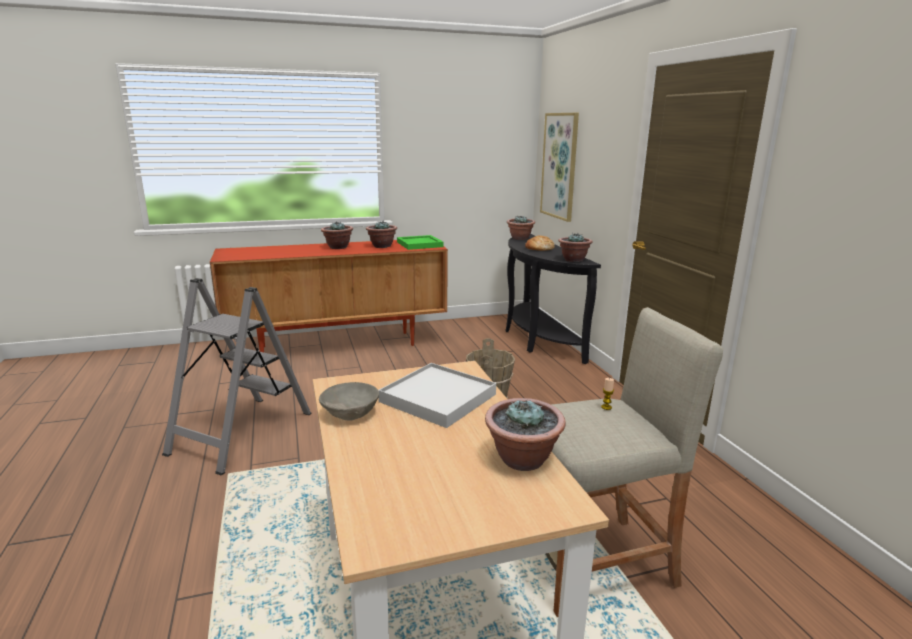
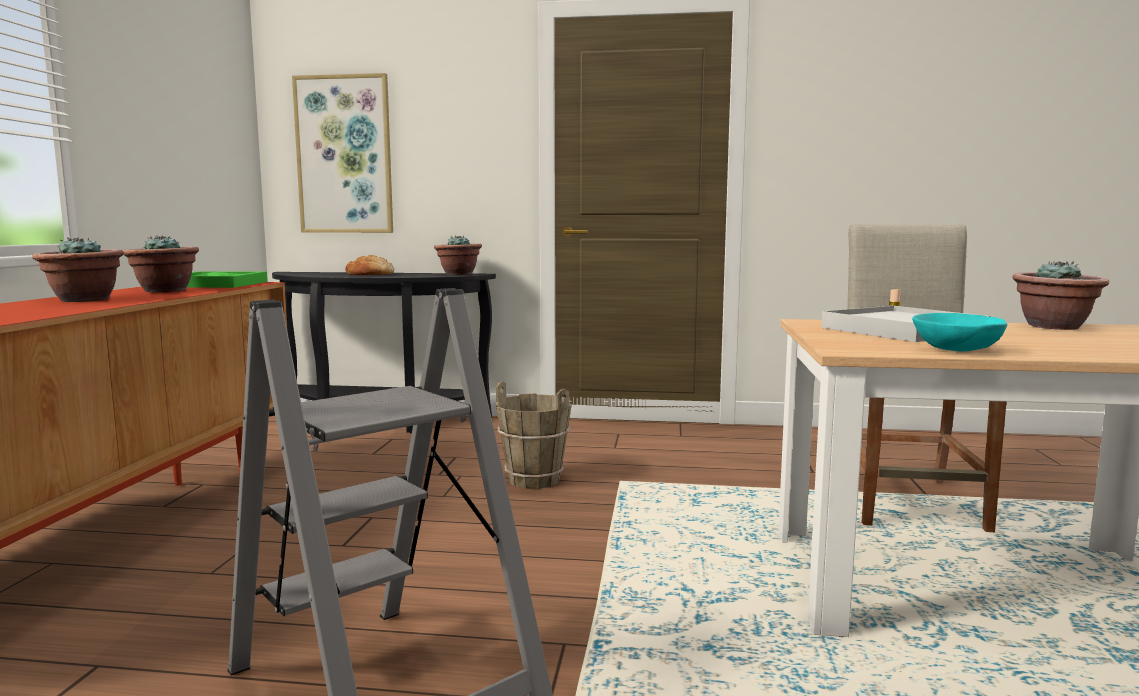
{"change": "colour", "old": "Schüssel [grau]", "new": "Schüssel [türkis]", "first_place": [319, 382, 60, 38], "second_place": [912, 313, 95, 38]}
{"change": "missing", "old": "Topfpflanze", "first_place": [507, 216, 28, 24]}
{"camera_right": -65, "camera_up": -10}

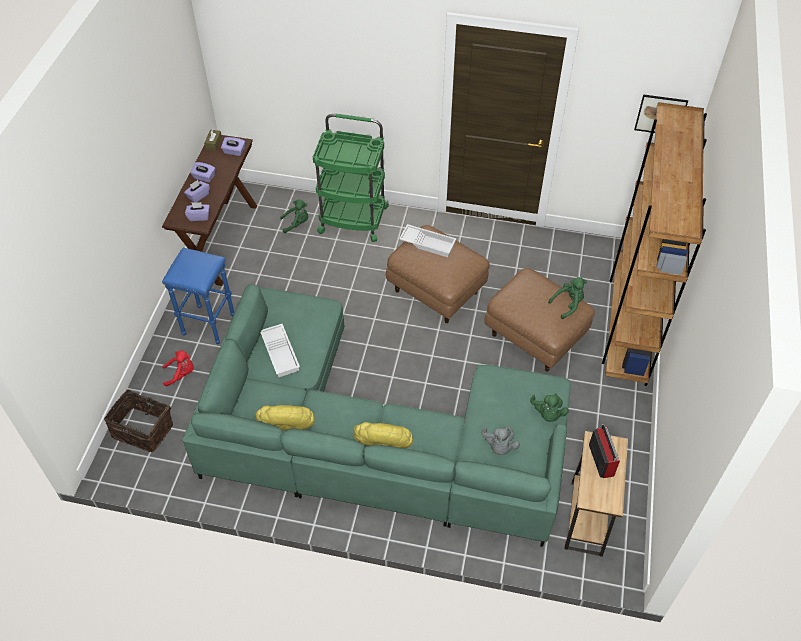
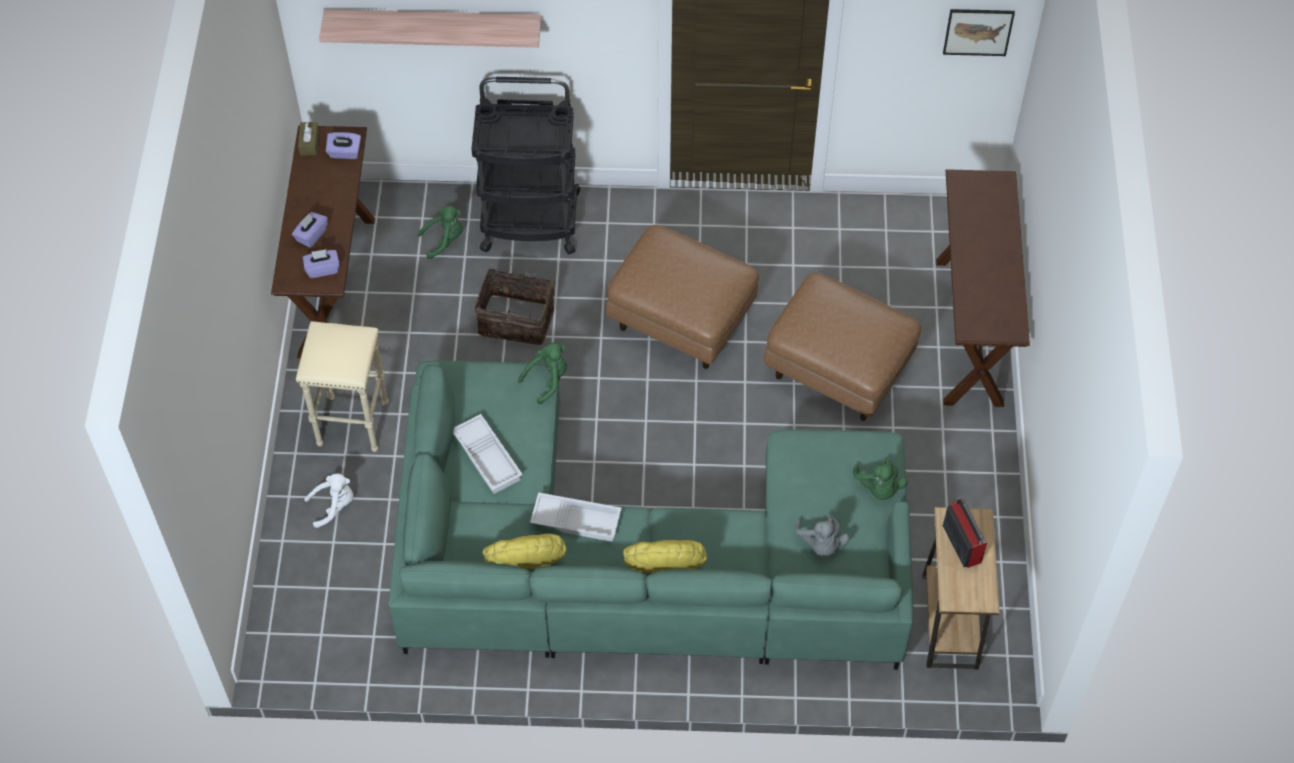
{"change": "colour", "old": "Hocker [blau]", "new": "Hocker [beige]", "first_place": [162, 248, 73, 96], "second_place": [296, 321, 93, 131]}
{"change": "colour", "old": "Plüschtier [rot]", "new": "Plüschtier [weiß]", "first_place": [162, 350, 32, 36], "second_place": [304, 473, 49, 55]}
{"change": "appeared", "new": "Wandregal", "second_place": [319, 9, 222, 39]}
{"change": "colour", "old": "Rollwagen [grün]", "new": "Rollwagen [schwarz]", "first_place": [313, 114, 76, 128], "second_place": [472, 77, 108, 178]}
{"change": "relocated", "old": "Korb", "first_place": [104, 387, 69, 65], "second_place": [475, 268, 80, 77]}
{"change": "relocated", "old": "Plüschtier [grün]", "first_place": [548, 277, 39, 42], "second_place": [518, 343, 49, 61]}
{"change": "relocated", "old": "Tablett [weiß]", "first_place": [399, 224, 57, 33], "second_place": [530, 492, 92, 50]}
{"change": "exchanged", "old": "Bücherregal [braun]", "new": "Konsolentisch [braun]", "first_place": [602, 102, 105, 284], "second_place": [936, 169, 94, 238]}
{"change": "missing", "old": "Taschentuchbox [lila]", "first_place": [190, 162, 25, 20]}
{"camera_right": -10, "camera_up": 5}

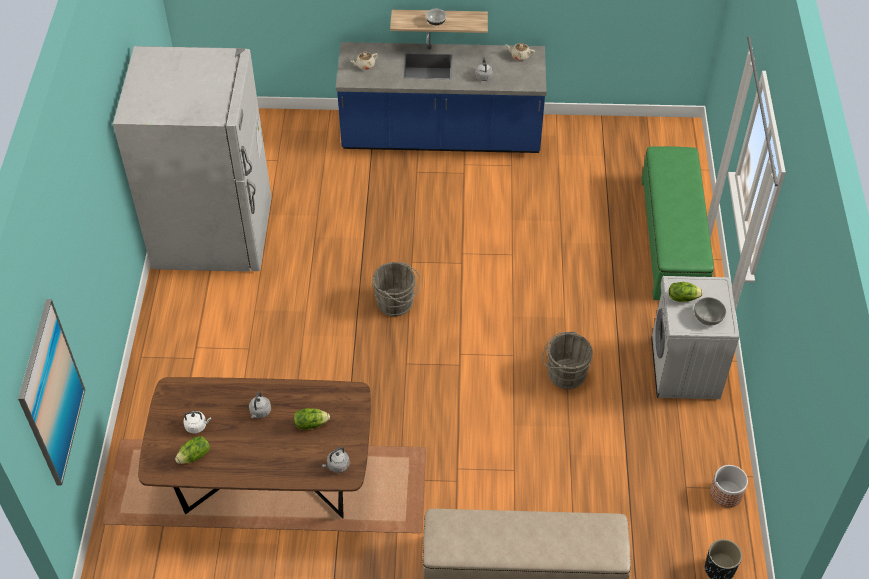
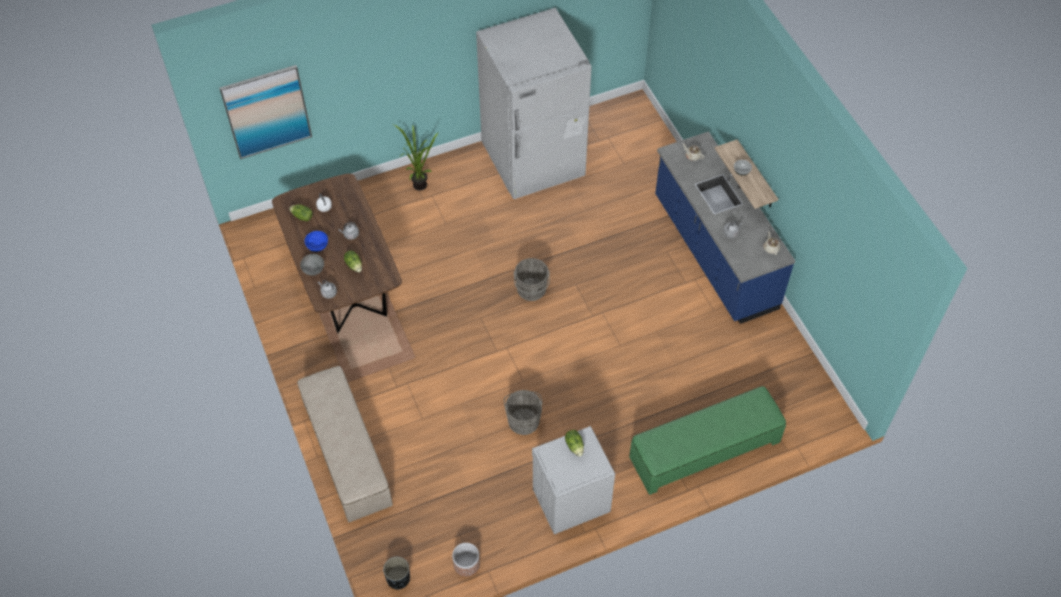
{"change": "relocated", "old": "Schüssel [grau]", "first_place": [694, 297, 32, 28], "second_place": [300, 254, 24, 22]}
{"change": "appeared", "new": "Schüssel [blau]", "second_place": [305, 231, 23, 21]}
{"change": "appeared", "new": "Topfpflanze", "second_place": [394, 125, 45, 66]}
{"camera_right": 65, "camera_up": 5}

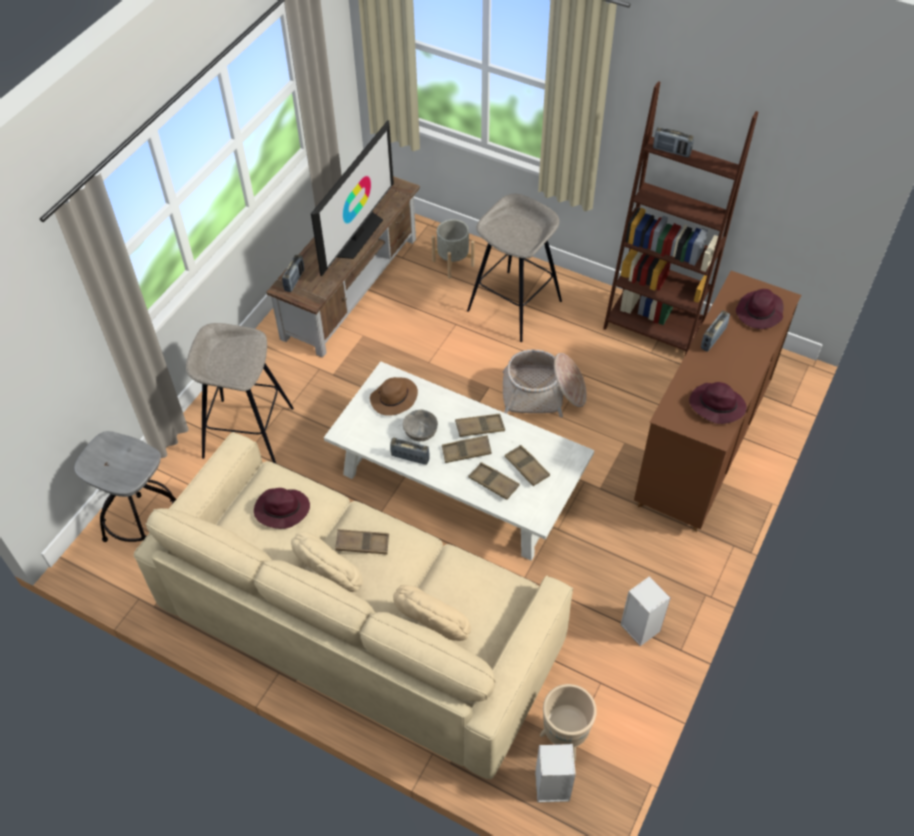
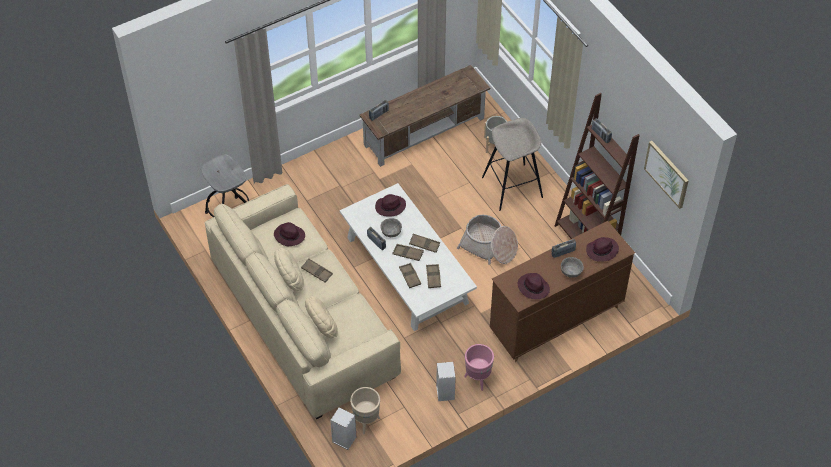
{"change": "colour", "old": "Hut [braun]", "new": "Hut [lila]", "first_place": [370, 377, 48, 39], "second_place": [375, 194, 31, 23]}
{"change": "appeared", "new": "Pflanzkübel [rosa]", "second_place": [464, 344, 30, 47]}
{"change": "appeared", "new": "Schüssel [grau]", "second_place": [561, 257, 23, 21]}
{"change": "appeared", "new": "Bild", "second_place": [644, 141, 45, 68]}
{"change": "missing", "old": "Hocker [grau]", "first_place": [186, 323, 108, 141]}
{"change": "missing", "old": "Fernseher", "first_place": [311, 120, 83, 156]}
{"camera_right": 30, "camera_up": 0}

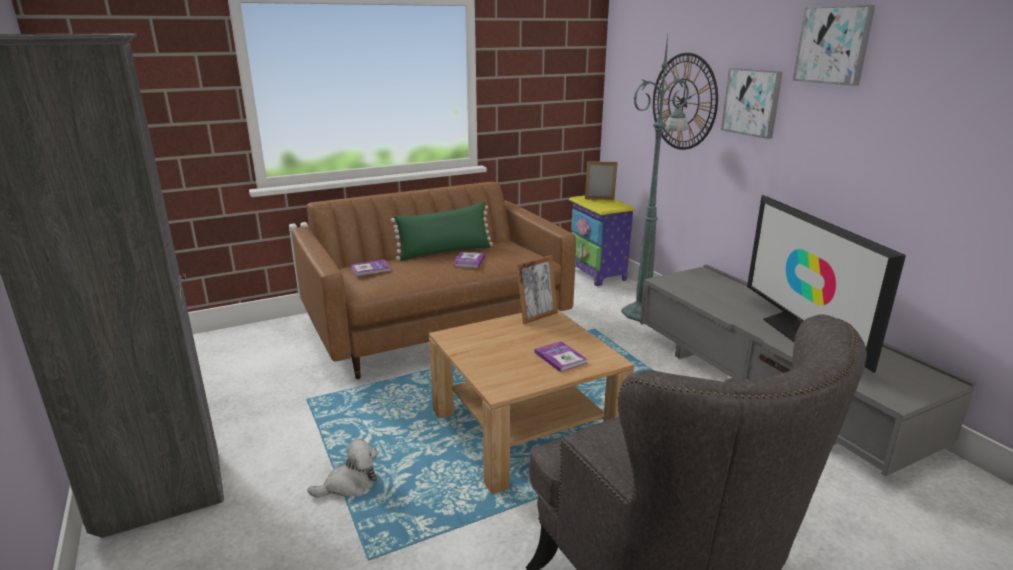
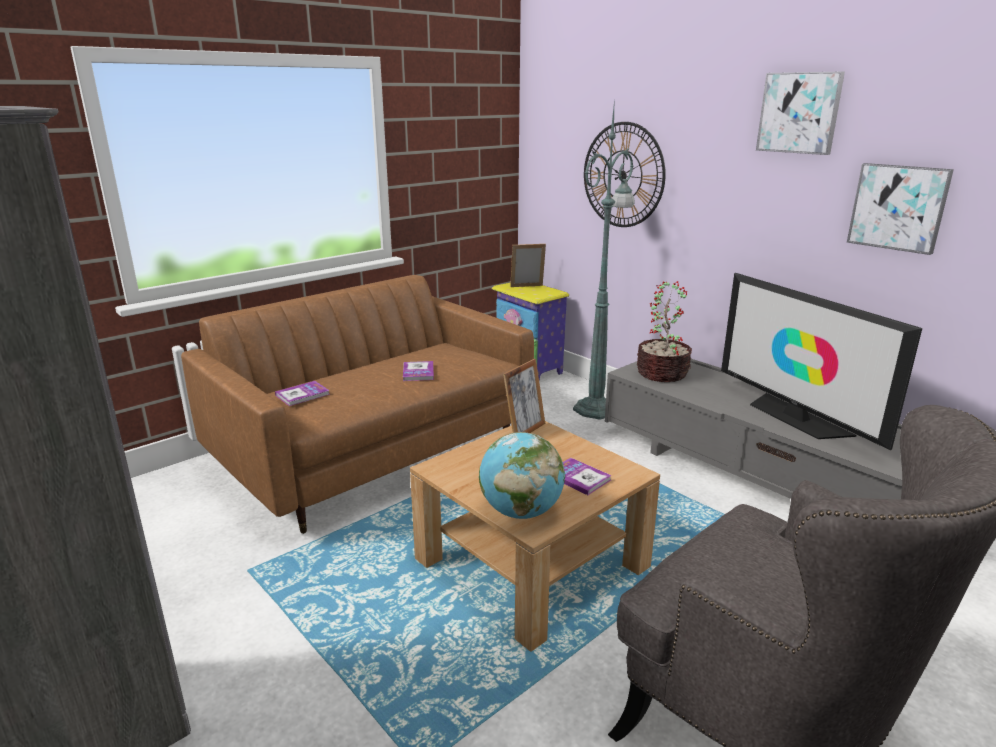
{"change": "appeared", "new": "Globus", "second_place": [479, 432, 86, 87]}
{"change": "appeared", "new": "Topfpflanze", "second_place": [637, 281, 55, 101]}
{"change": "relocated", "old": "Bild", "first_place": [721, 68, 62, 71], "second_place": [847, 163, 107, 92]}
{"change": "missing", "old": "Plüschtier", "first_place": [307, 438, 71, 59]}
{"change": "missing", "old": "Kissen [grün]", "first_place": [391, 202, 102, 59]}
{"camera_right": -15, "camera_up": 0}

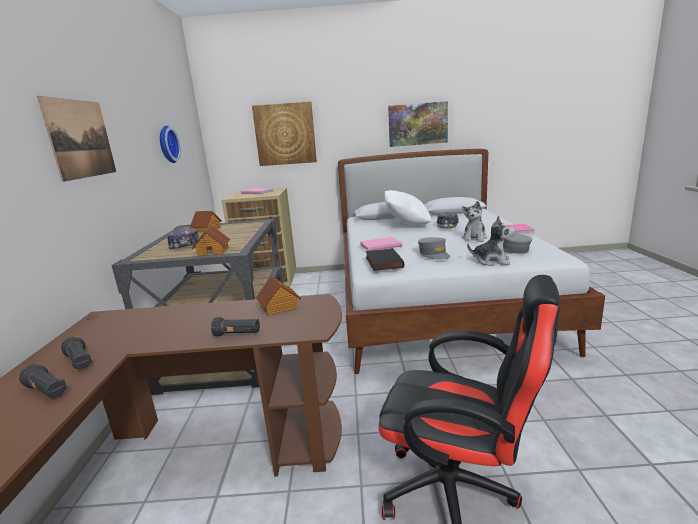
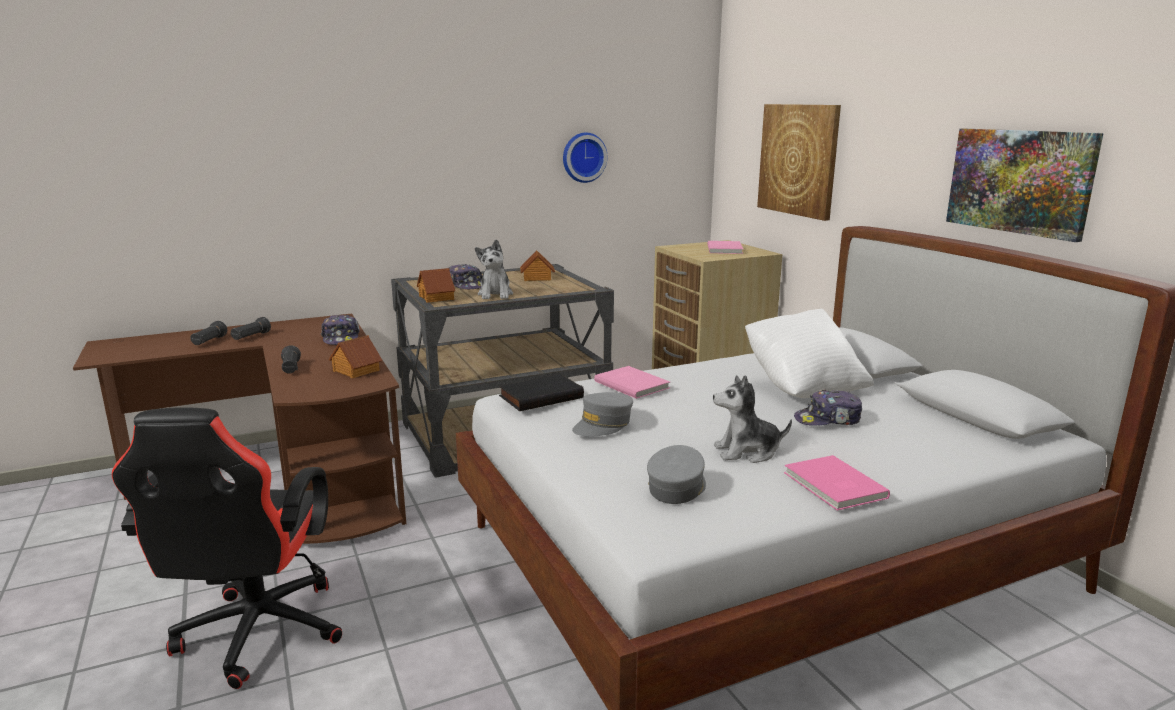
{"change": "appeared", "new": "Kappe", "second_place": [321, 315, 39, 30]}
{"change": "relocated", "old": "Plüschtier", "first_place": [467, 216, 49, 50], "second_place": [475, 239, 38, 60]}
{"change": "missing", "old": "Bild", "first_place": [37, 96, 79, 86]}
{"camera_right": 65, "camera_up": 0}

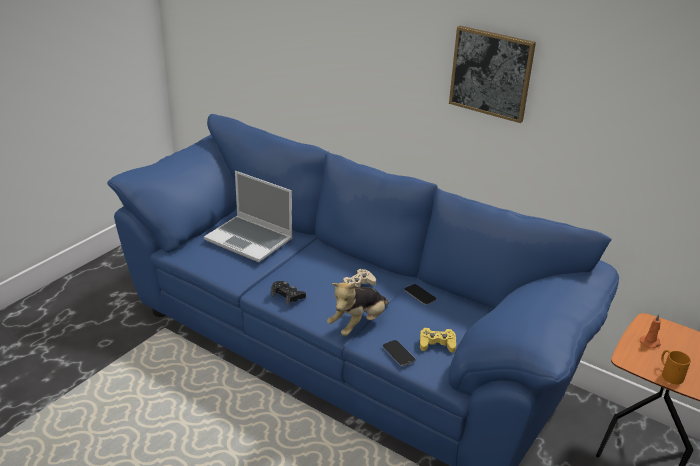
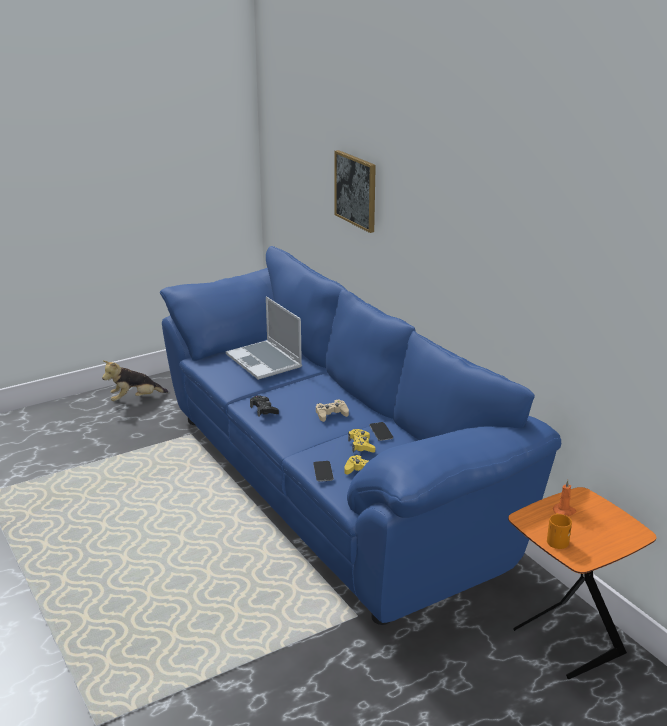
{"change": "relocated", "old": "Plüschtier", "first_place": [327, 283, 62, 53], "second_place": [102, 360, 66, 41]}
{"change": "relocated", "old": "Bild", "first_place": [449, 26, 87, 97], "second_place": [335, 150, 41, 83]}
{"change": "appeared", "new": "Gamepad [gelb]", "second_place": [348, 429, 27, 24]}
{"camera_right": 25, "camera_up": -5}

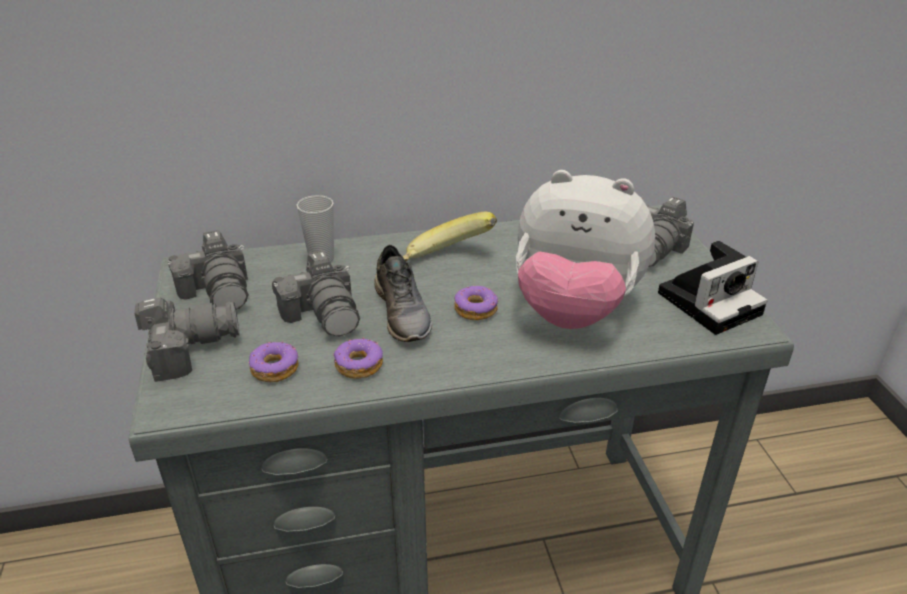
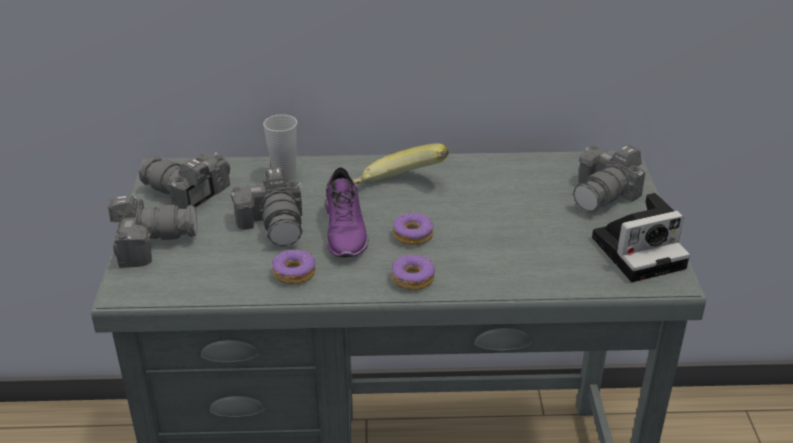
{"change": "spun", "old": "Kamera", "first_place": [168, 230, 81, 80], "second_place": [139, 152, 91, 57], "degrees": 135}
{"change": "colour", "old": "Schuh [grau]", "new": "Schuh [lila]", "first_place": [374, 245, 58, 97], "second_place": [325, 167, 43, 90]}
{"change": "relocated", "old": "Donut", "first_place": [248, 341, 50, 41], "second_place": [391, 254, 44, 36]}
{"change": "missing", "old": "Plüschtier", "first_place": [516, 170, 139, 159]}
{"camera_right": 10, "camera_up": 0}

